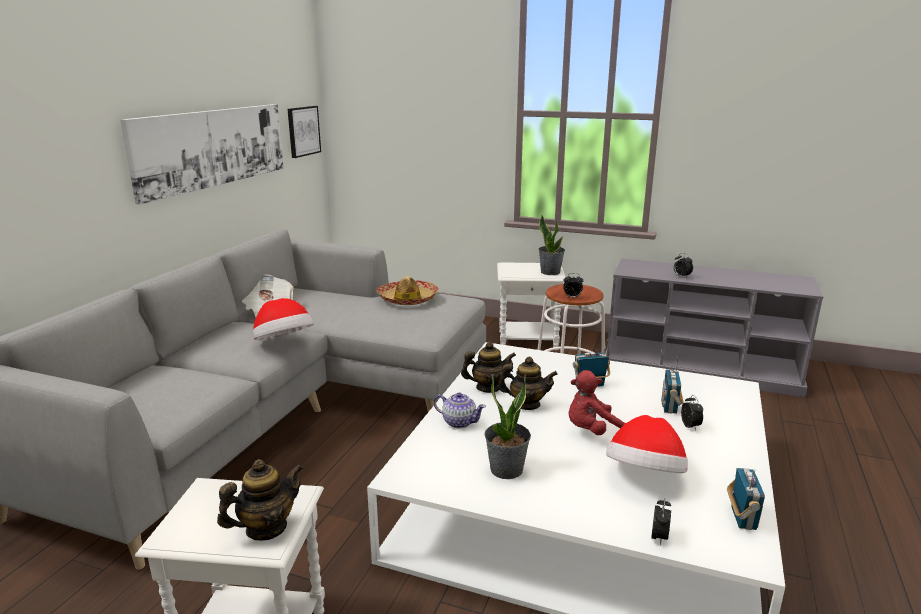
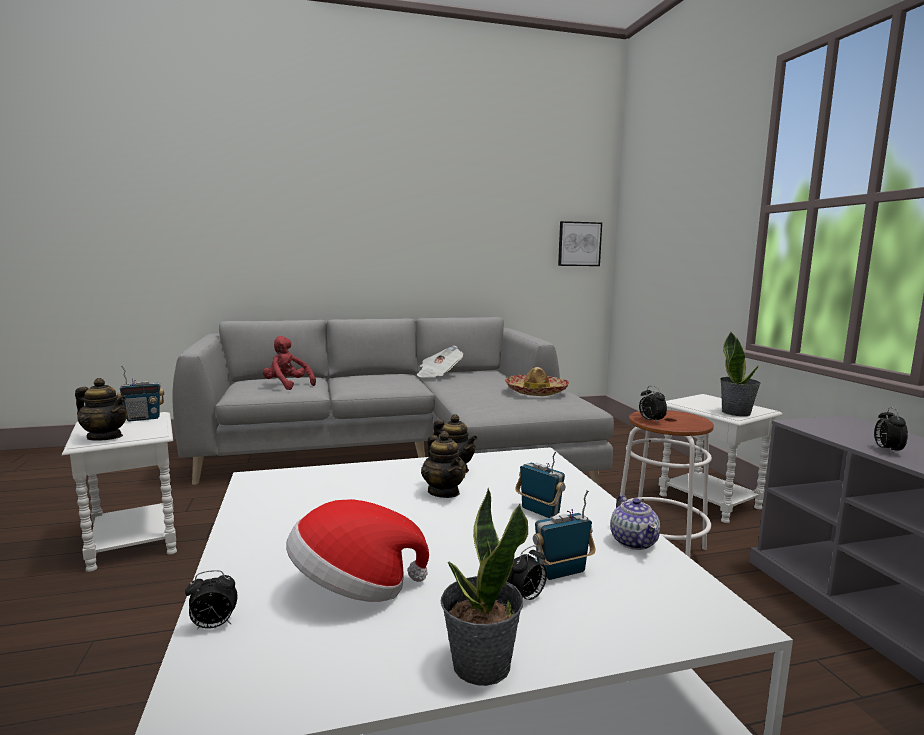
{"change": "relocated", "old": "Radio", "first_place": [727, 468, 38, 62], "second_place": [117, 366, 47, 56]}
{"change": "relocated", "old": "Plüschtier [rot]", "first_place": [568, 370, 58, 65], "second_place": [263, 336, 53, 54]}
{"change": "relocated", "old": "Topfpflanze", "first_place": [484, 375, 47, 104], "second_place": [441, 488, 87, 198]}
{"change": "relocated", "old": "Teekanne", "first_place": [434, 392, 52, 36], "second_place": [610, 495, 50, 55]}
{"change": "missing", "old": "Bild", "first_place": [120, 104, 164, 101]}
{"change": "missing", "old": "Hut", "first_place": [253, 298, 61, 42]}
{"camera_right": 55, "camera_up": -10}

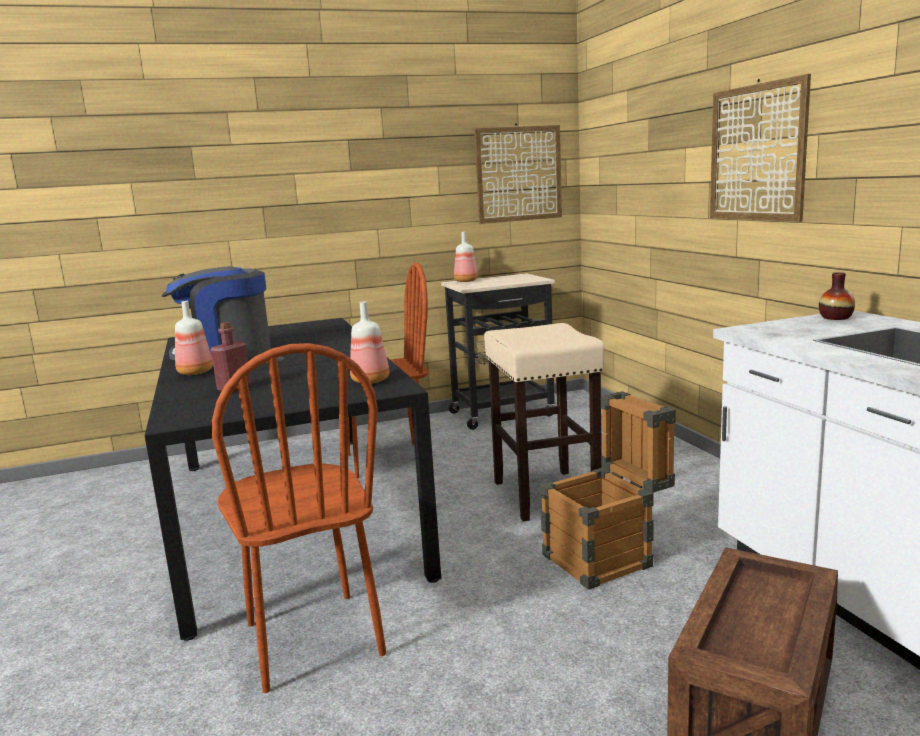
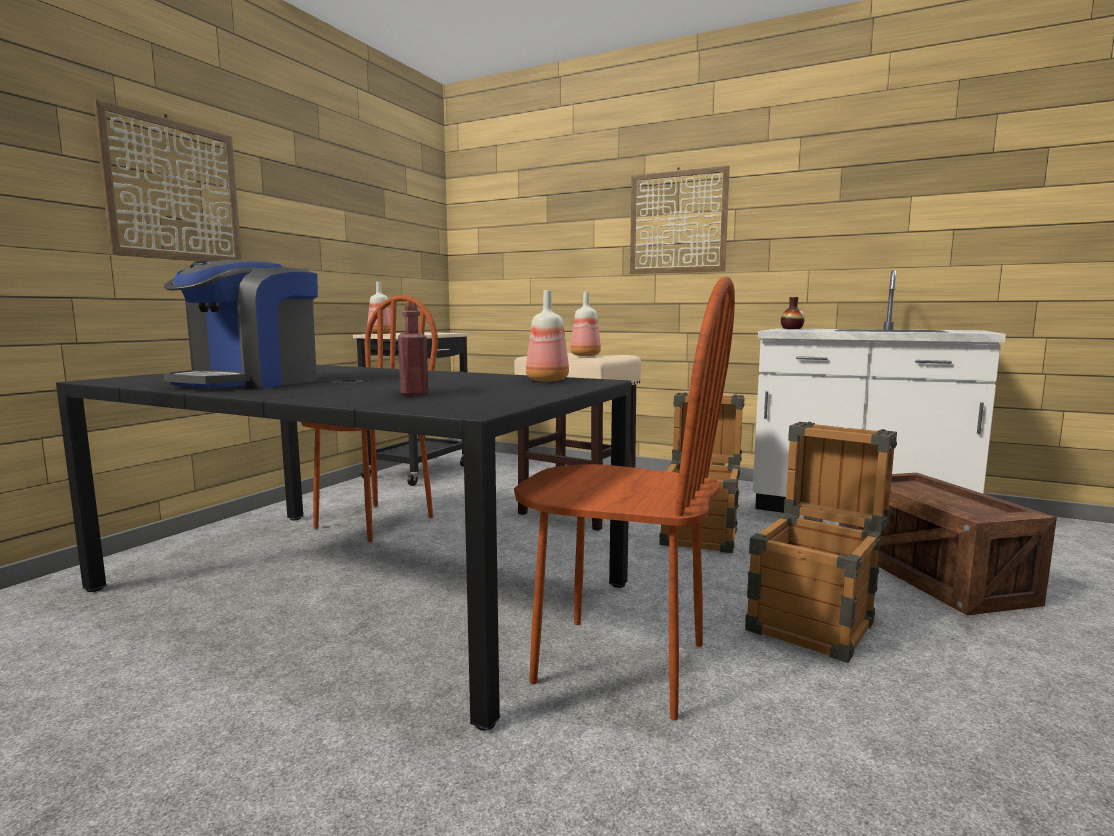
{"change": "relocated", "old": "Bild", "first_place": [474, 123, 88, 101], "second_place": [93, 99, 149, 163]}
{"change": "relocated", "old": "Flasche", "first_place": [175, 301, 38, 74], "second_place": [570, 292, 31, 64]}
{"change": "appeared", "new": "Kiste", "second_place": [745, 422, 152, 241]}
{"camera_right": -45, "camera_up": -5}

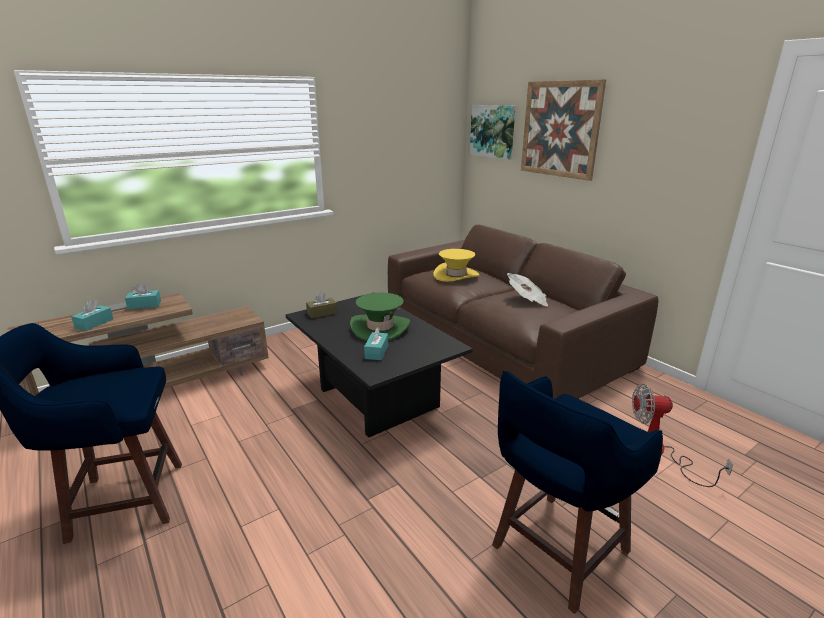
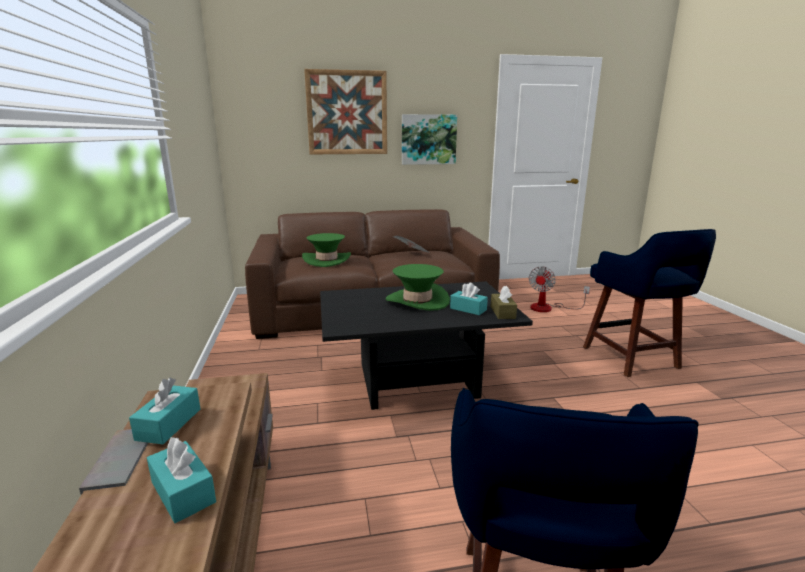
{"change": "colour", "old": "Hut [gelb]", "new": "Hut [grün]", "first_place": [433, 249, 47, 33], "second_place": [302, 233, 49, 34]}
{"change": "relocated", "old": "Bild", "first_place": [470, 105, 46, 55], "second_place": [402, 114, 55, 51]}
{"change": "relocated", "old": "Taschentuchbox [braun]", "first_place": [306, 292, 31, 27], "second_place": [491, 286, 26, 33]}
{"camera_right": -65, "camera_up": -5}

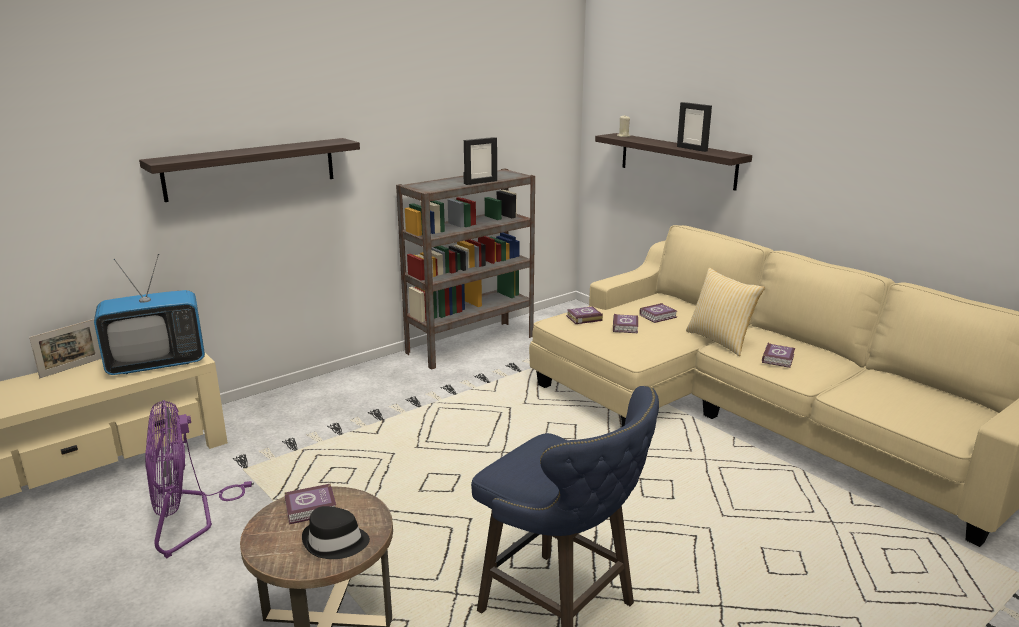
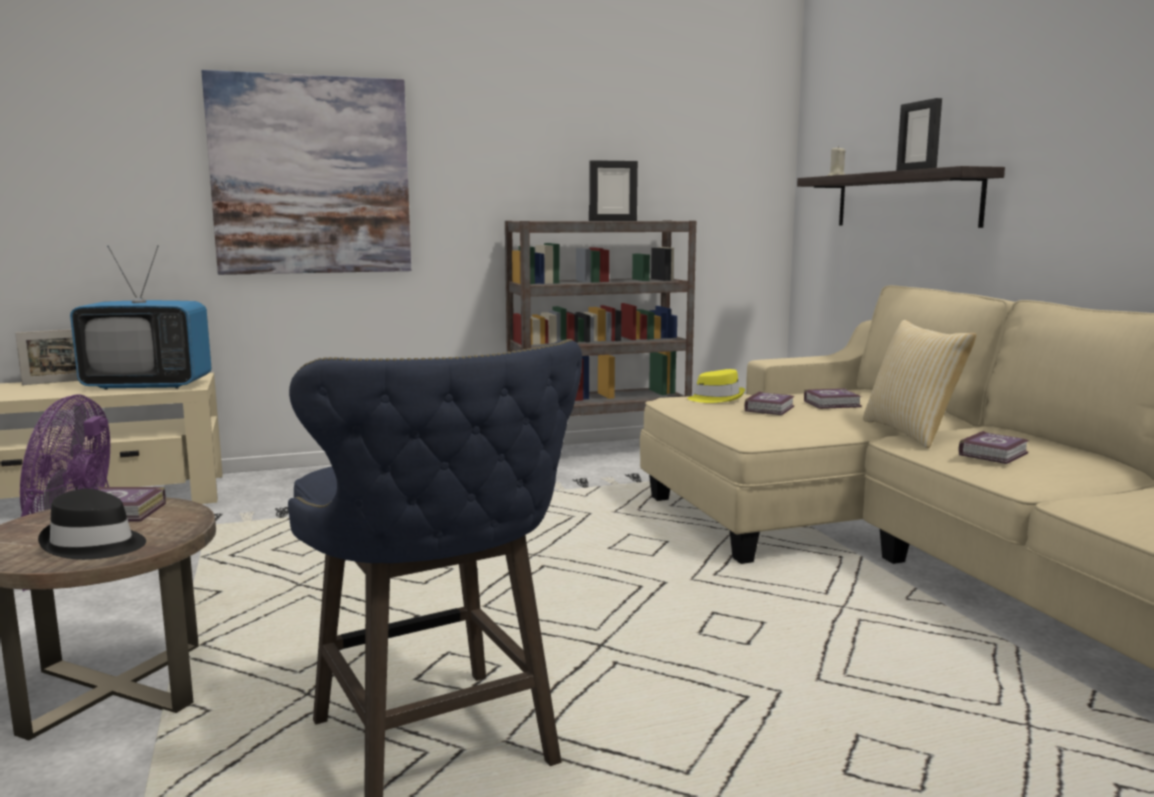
{"change": "exchanged", "old": "Wandregal", "new": "Bild", "first_place": [139, 138, 221, 64], "second_place": [201, 70, 210, 205]}
{"change": "exchanged", "old": "Buch", "new": "Hut [gelb]", "first_place": [566, 306, 37, 18], "second_place": [687, 369, 58, 34]}
{"camera_right": 20, "camera_up": -10}

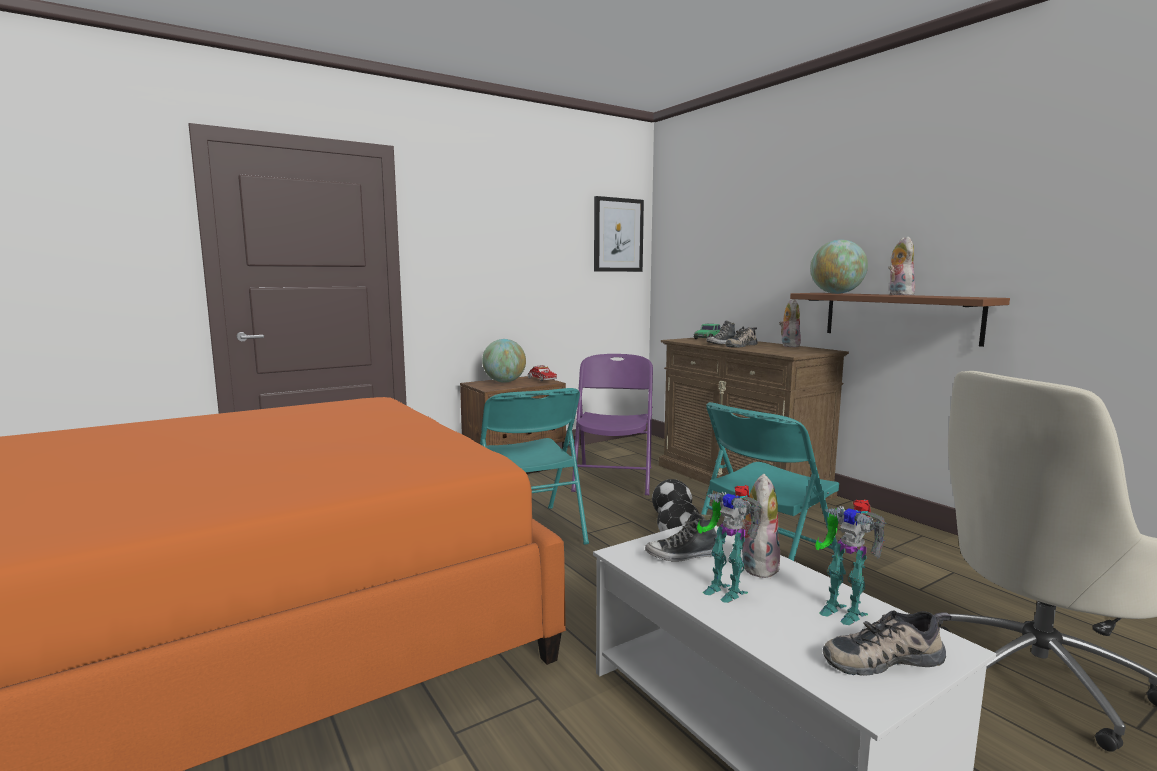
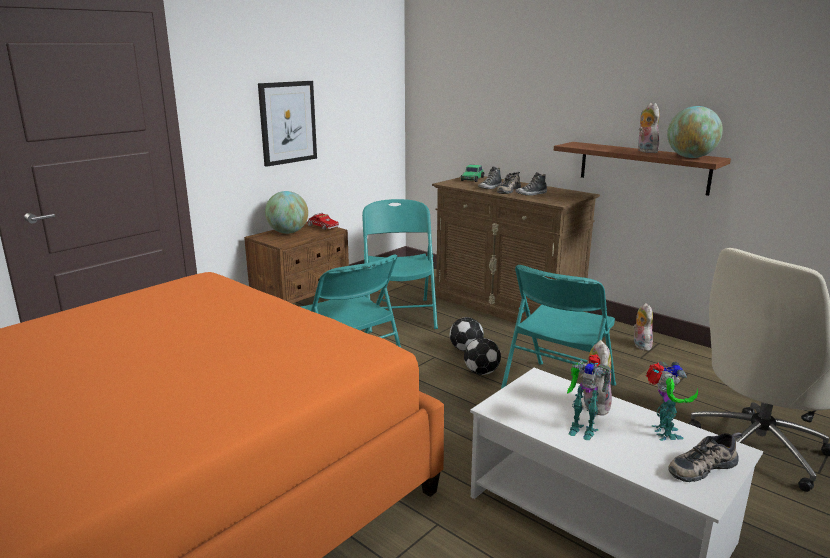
{"change": "relocated", "old": "Bild", "first_place": [594, 196, 50, 76], "second_place": [258, 81, 59, 86]}
{"change": "colour", "old": "Stuhl [lila]", "new": "Stuhl [türkis]", "first_place": [571, 354, 82, 141], "second_place": [362, 199, 76, 134]}
{"change": "relocated", "old": "Schuh", "first_place": [645, 510, 72, 51], "second_place": [516, 172, 31, 24]}
{"change": "relocated", "old": "Plüschtier", "first_place": [779, 299, 22, 48], "second_place": [633, 303, 20, 48]}
{"change": "spun", "old": "Spielzeugroboter", "first_place": [815, 499, 72, 126], "second_place": [646, 361, 52, 80], "degrees": -120}
{"change": "relocated", "old": "Globus", "first_place": [810, 240, 58, 54], "second_place": [667, 106, 56, 52]}
{"camera_right": -15, "camera_up": 10}

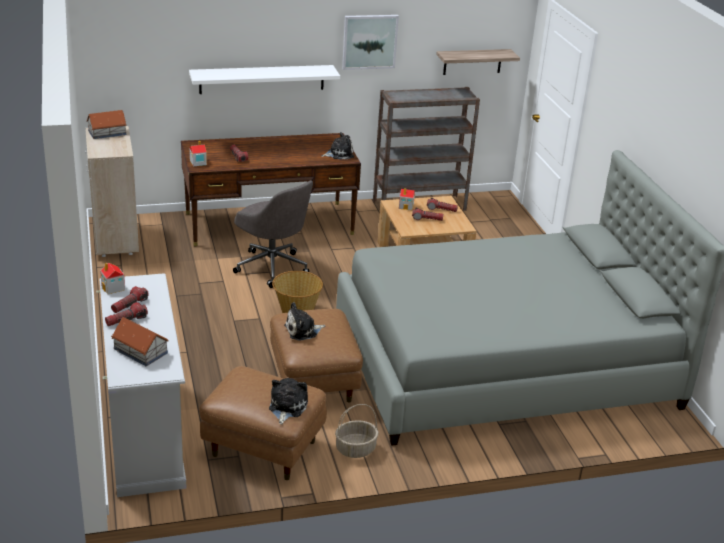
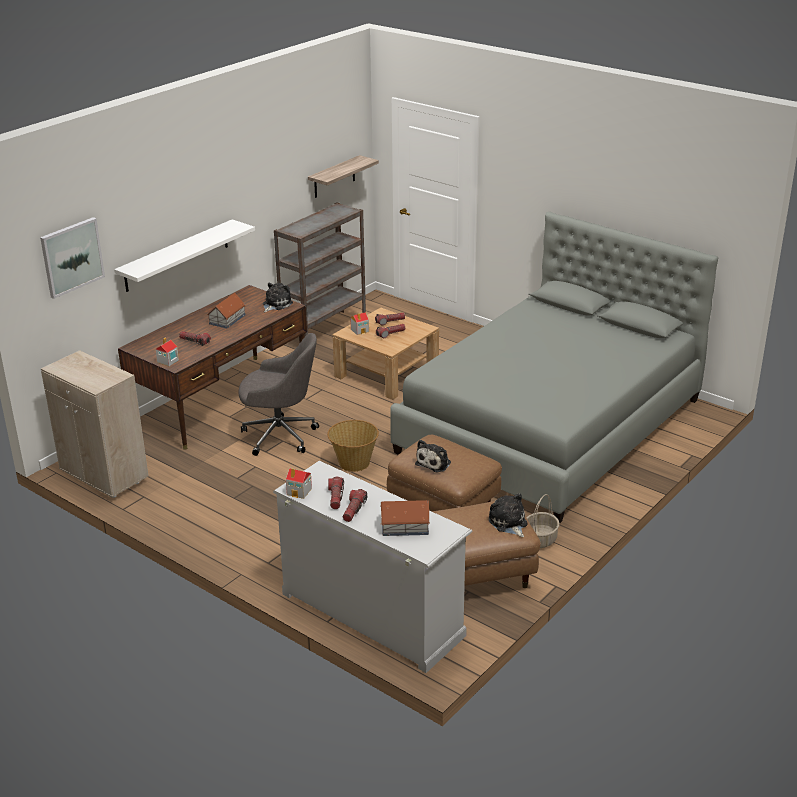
{"change": "relocated", "old": "Bild", "first_place": [342, 15, 57, 55], "second_place": [40, 217, 65, 82]}
{"change": "relocated", "old": "Spielzeughaus", "first_place": [86, 110, 41, 29], "second_place": [207, 293, 39, 35]}
{"camera_right": -35, "camera_up": 0}

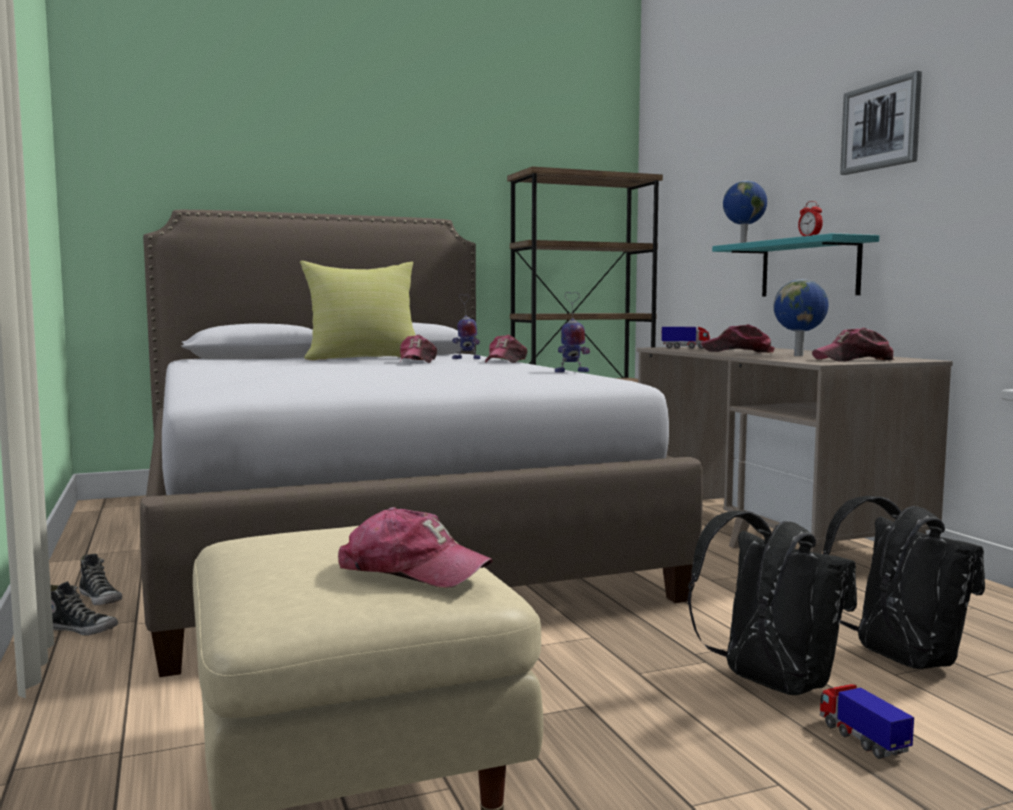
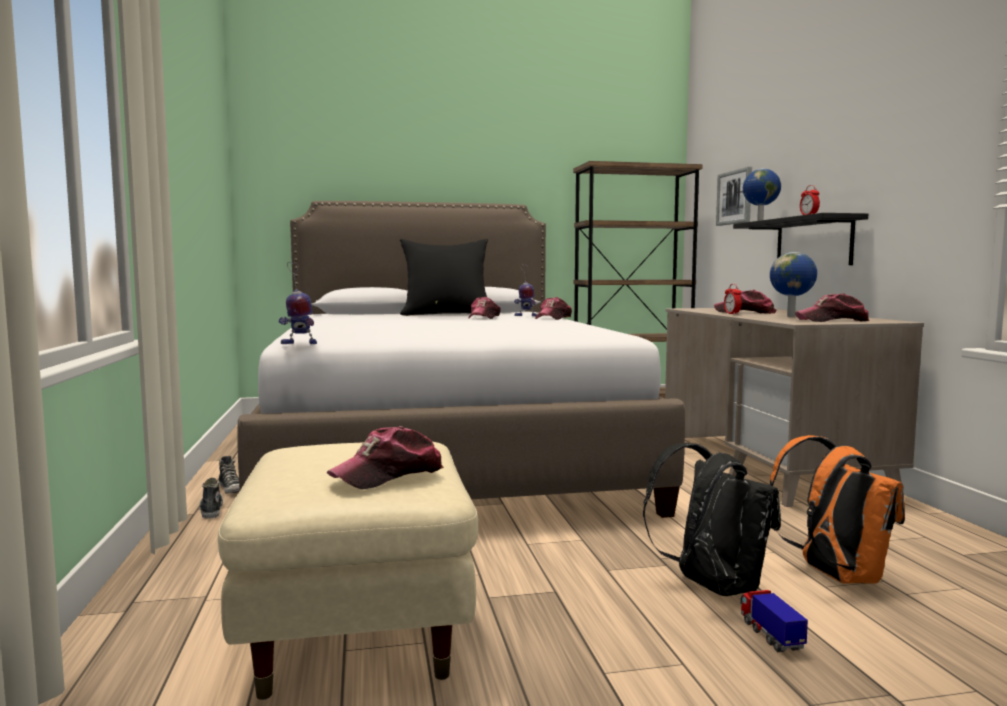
{"change": "spun", "old": "Schuh", "first_place": [50, 581, 68, 55], "second_place": [199, 478, 24, 41], "degrees": -135}
{"change": "relocated", "old": "Spielzeugroboter", "first_place": [555, 292, 35, 81], "second_place": [279, 262, 38, 82]}
{"change": "spun", "old": "Kappe", "first_place": [338, 507, 154, 81], "second_place": [327, 426, 117, 63], "degrees": 105}
{"change": "colour", "old": "Kissen [gelb]", "new": "Kissen [schwarz]", "first_place": [300, 261, 116, 100], "second_place": [400, 239, 88, 77]}
{"change": "relocated", "old": "Bild", "first_place": [840, 71, 82, 104], "second_place": [716, 167, 36, 59]}
{"change": "appeared", "new": "Wecker", "second_place": [724, 284, 18, 31]}
{"change": "colour", "old": "Wandregal [türkis]", "new": "Wandregal [schwarz]", "first_place": [712, 233, 167, 63], "second_place": [733, 213, 135, 52]}
{"change": "colour", "old": "Rucksack [schwarz]", "new": "Rucksack [orange]", "first_place": [823, 496, 162, 173], "second_place": [770, 435, 135, 149]}
{"change": "missing", "old": "Spielzeuglaster", "first_place": [661, 327, 49, 22]}
{"camera_right": 10, "camera_up": 0}

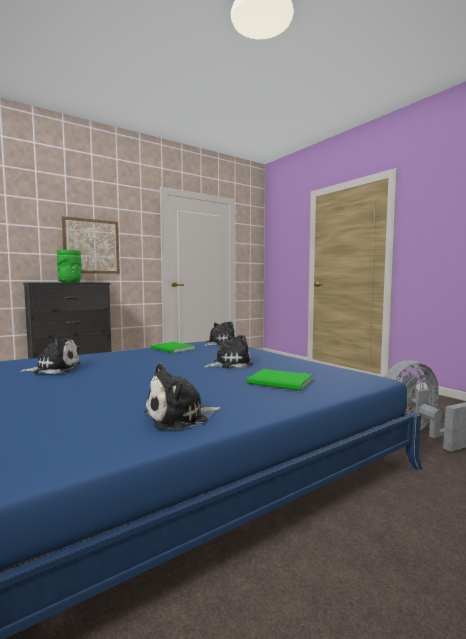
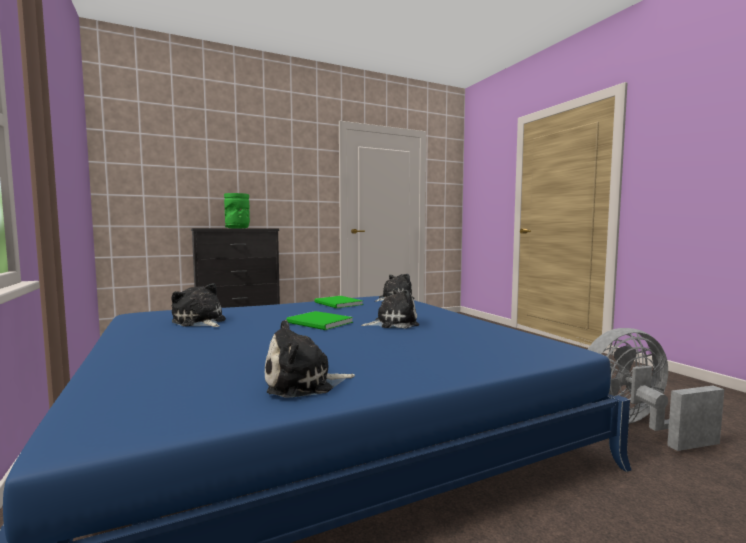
{"change": "spun", "old": "Plüschtier", "first_place": [20, 337, 60, 37], "second_place": [171, 283, 55, 44], "degrees": -135}
{"change": "relocated", "old": "Buch [grün]", "first_place": [247, 369, 66, 22], "second_place": [286, 311, 67, 19]}
{"change": "missing", "old": "Bild", "first_place": [62, 216, 58, 58]}
{"camera_right": 10, "camera_up": 0}

